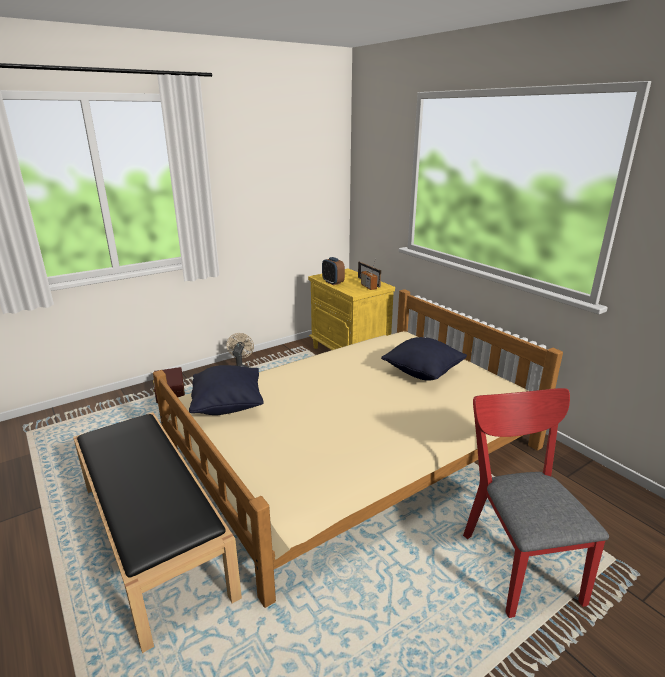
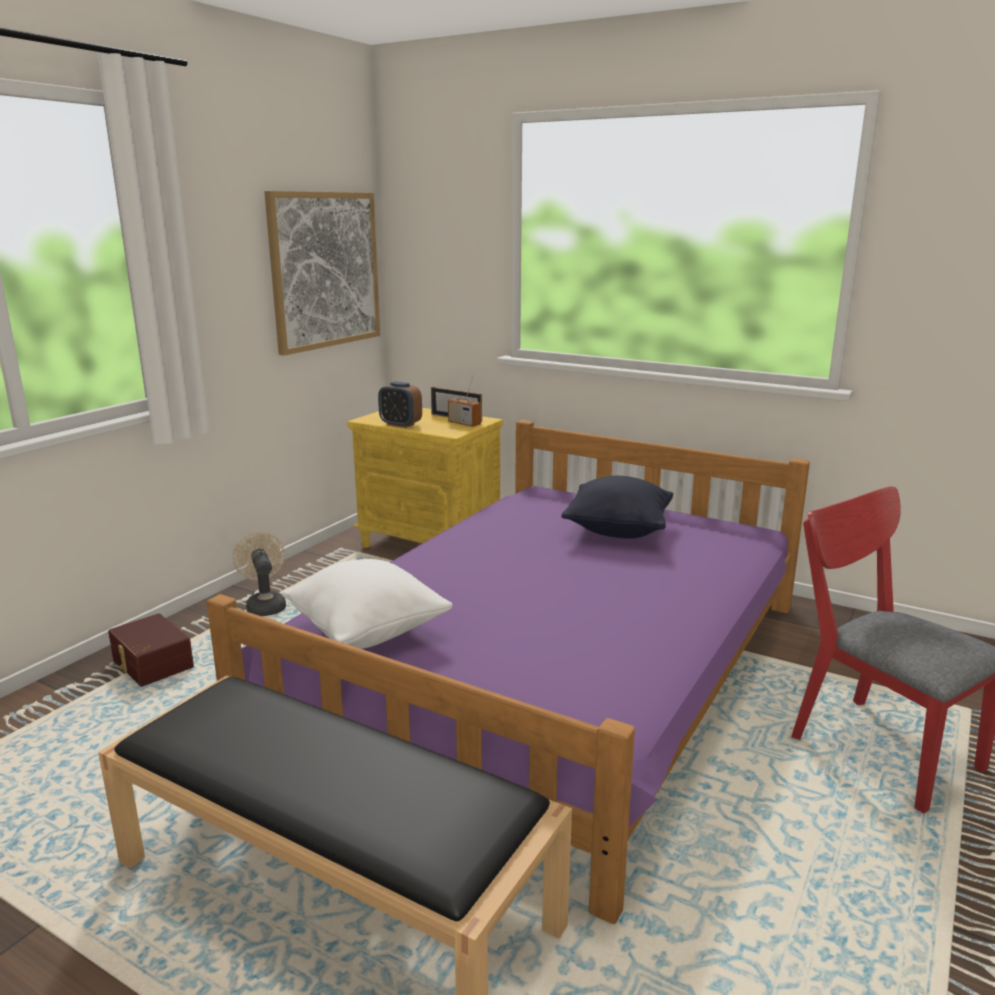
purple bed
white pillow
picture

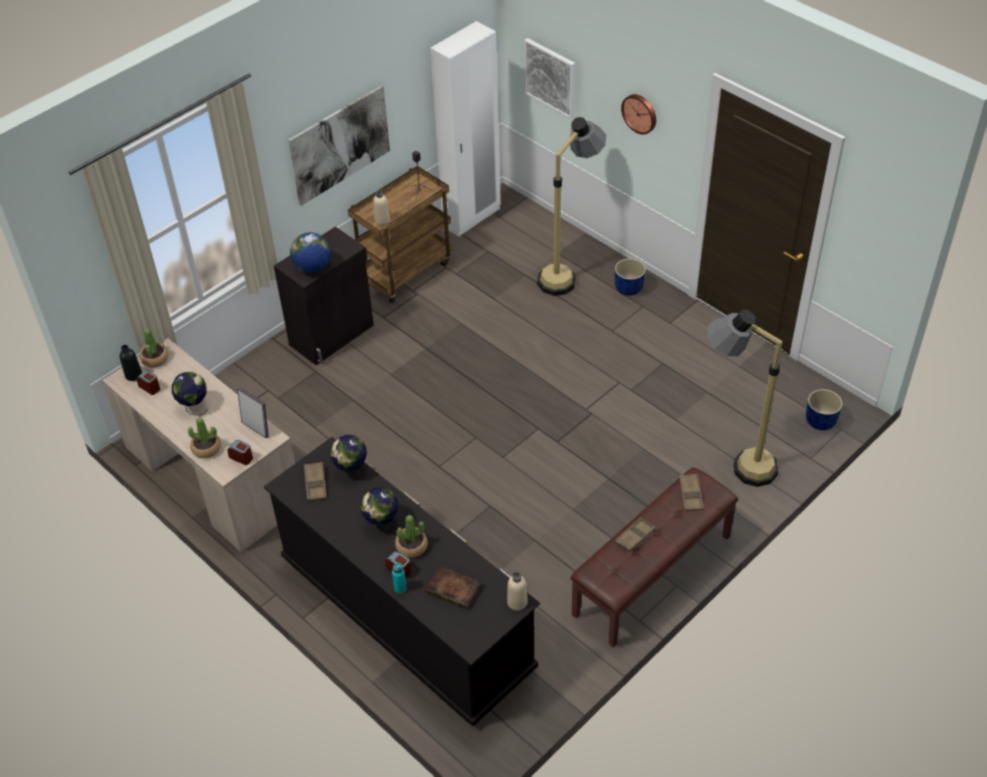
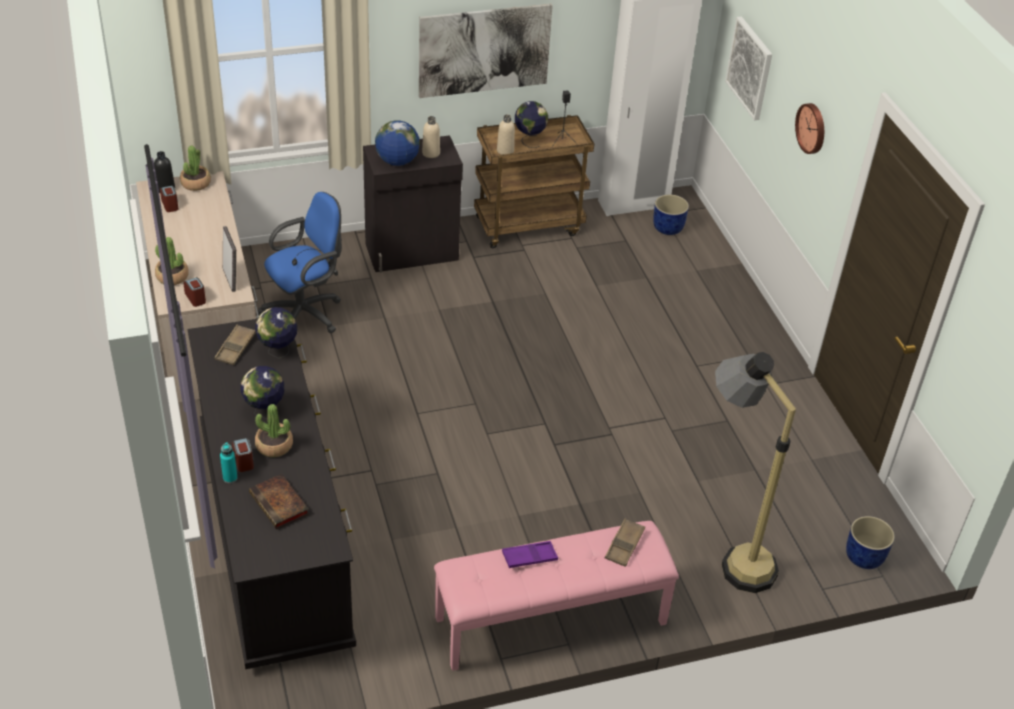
floor lamp (no. 1 from left in the first image)
blue planter (no. 1 from left)
globe (no. 4 from left)
pink bench
purple tray
beige bottle (no. 1 from left)
blue office chair

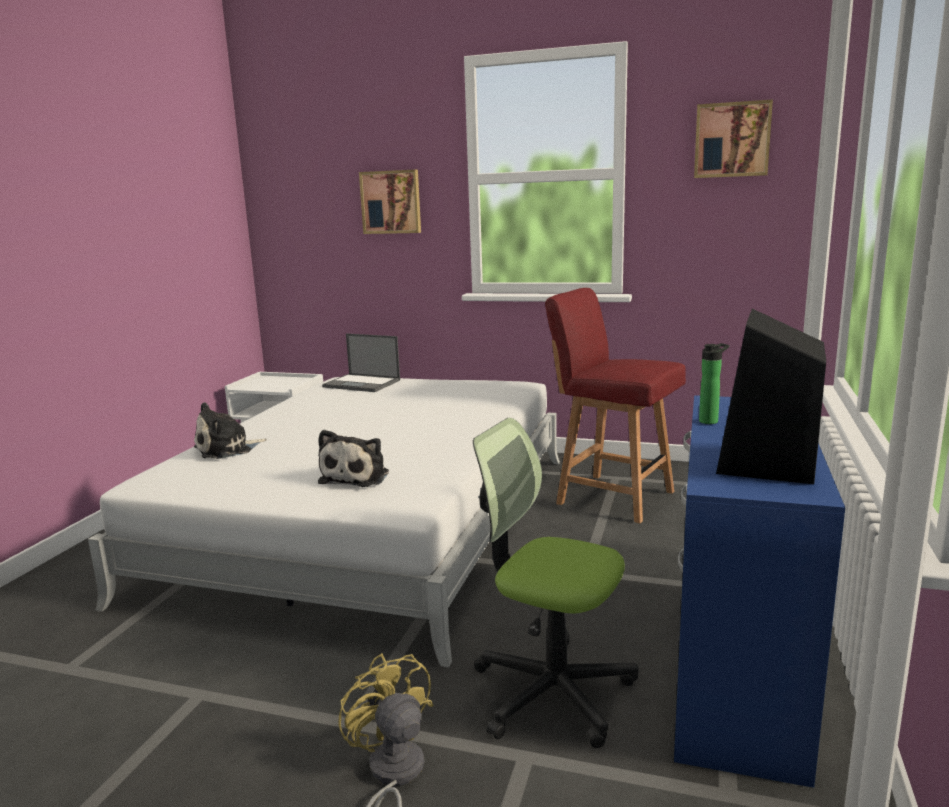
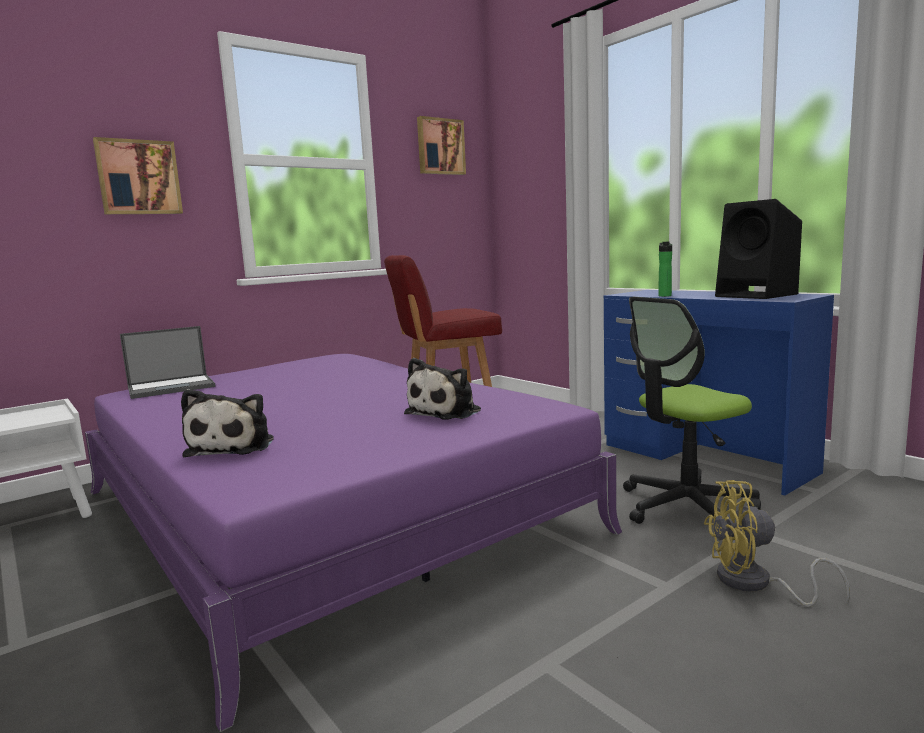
purple bed
plush toy (no. 2 from left)

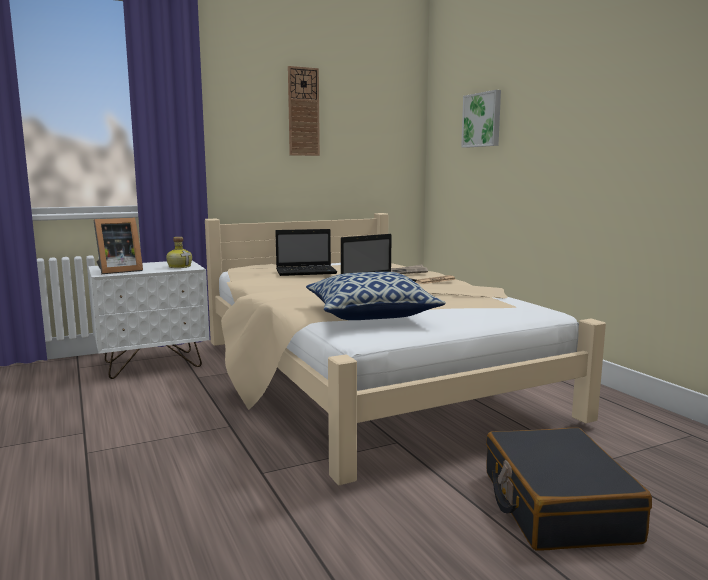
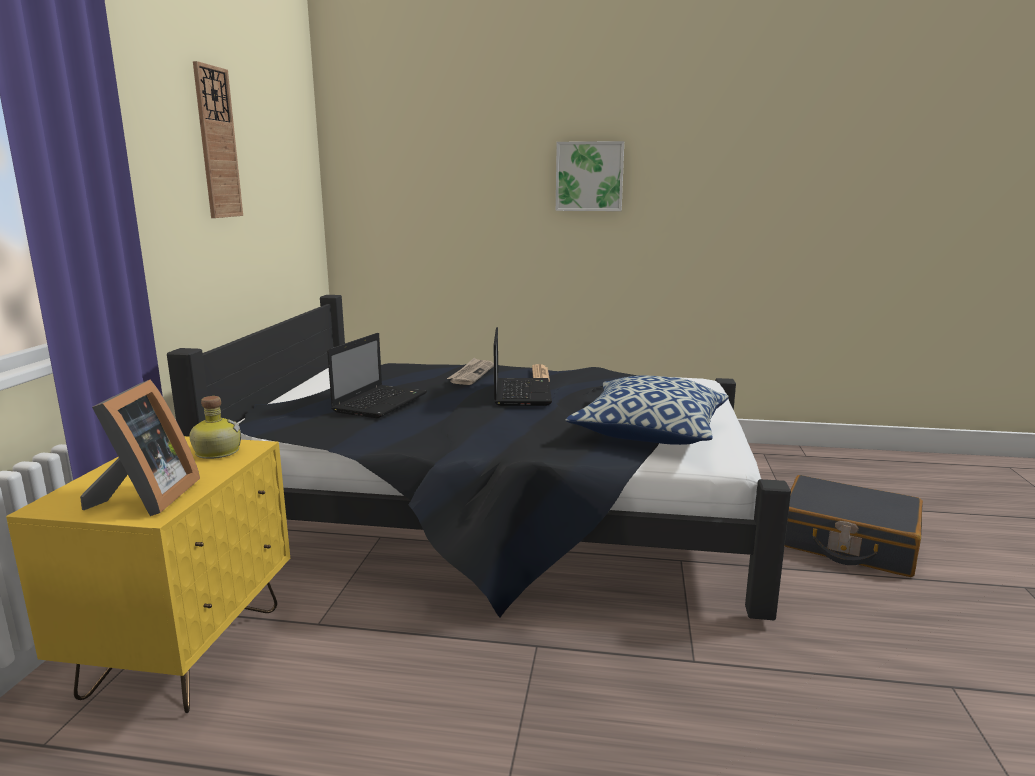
picture
black bed
yellow nightstand

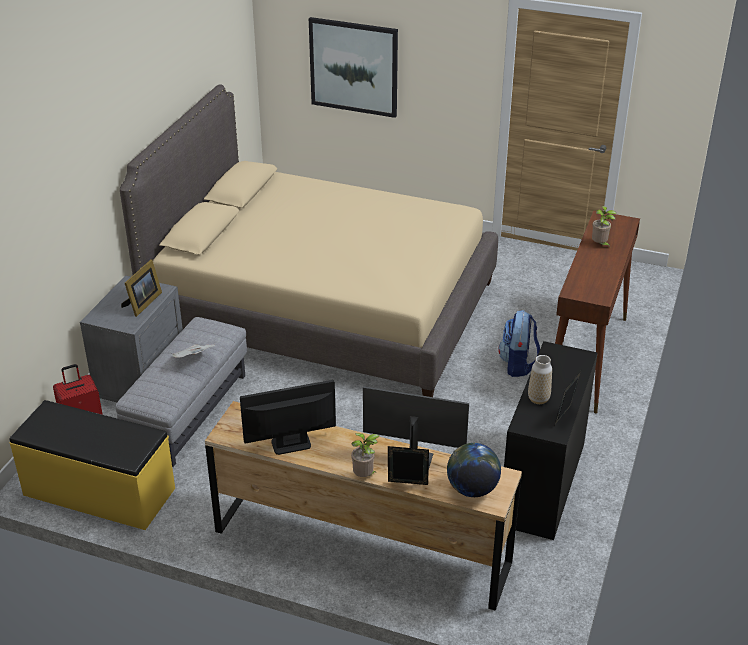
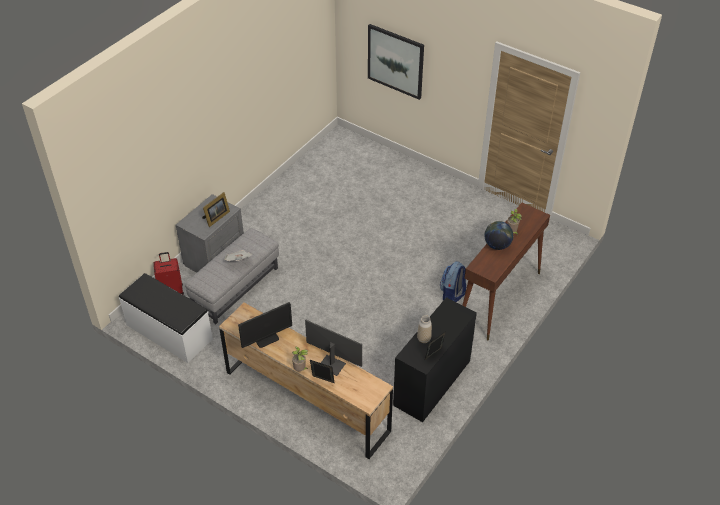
beige bed
monitor (no. 1 from left)
white bench
globe

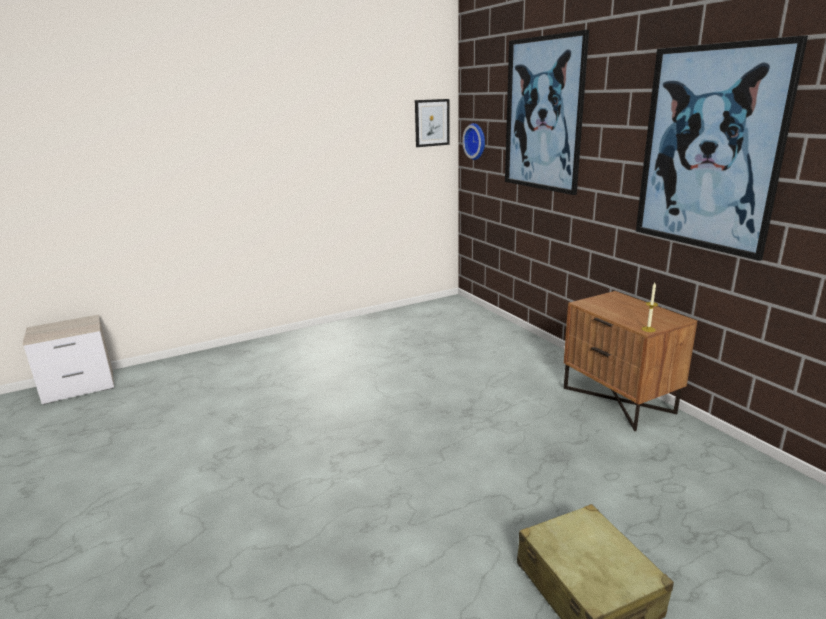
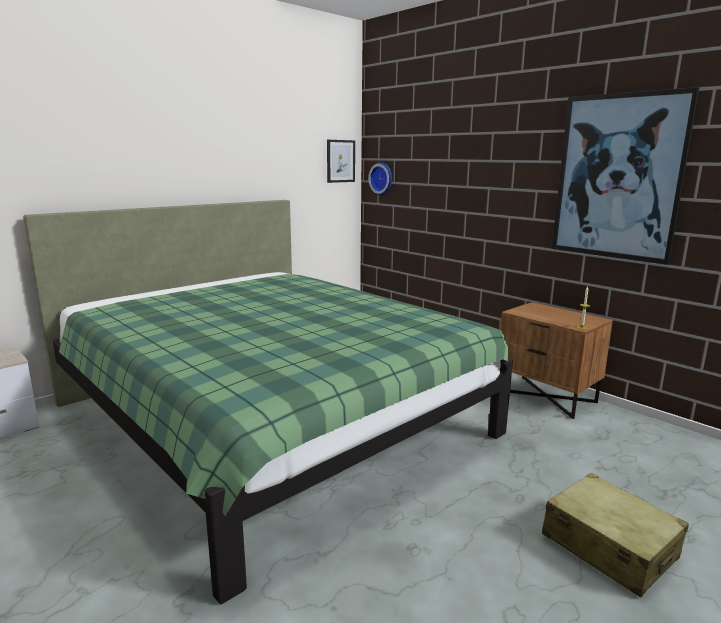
picture (no. 2 from left in the first image)
green bed

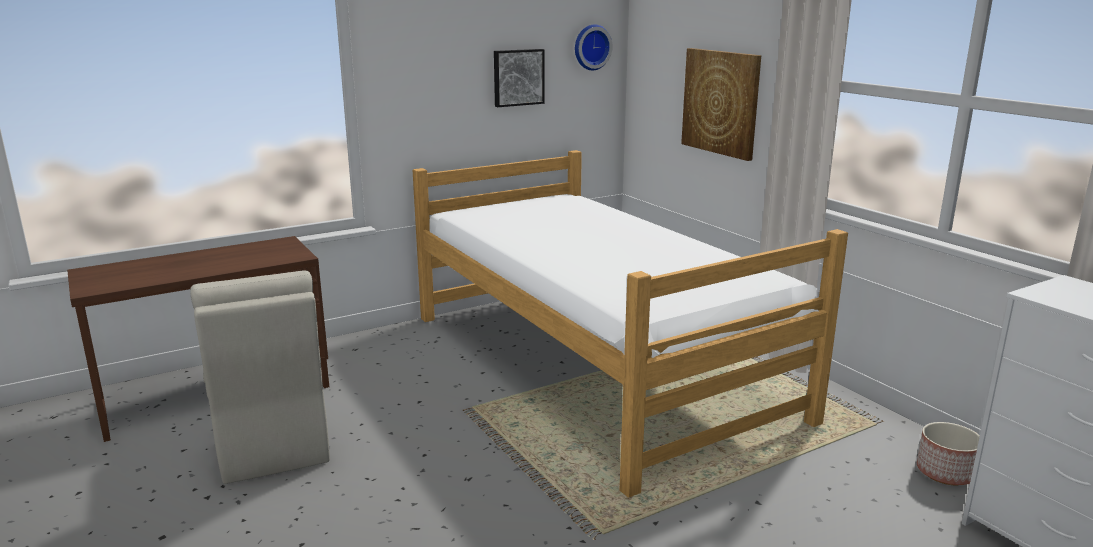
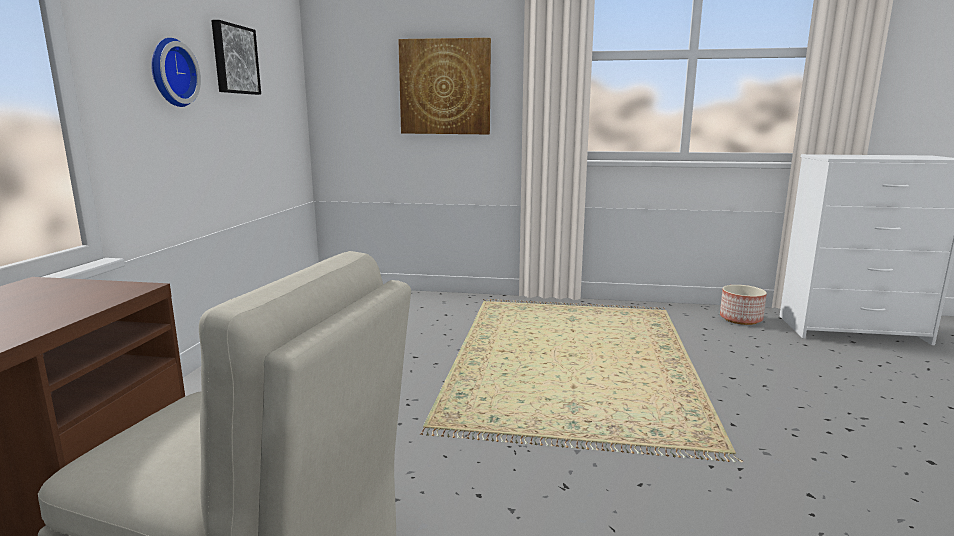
wall clock
bed

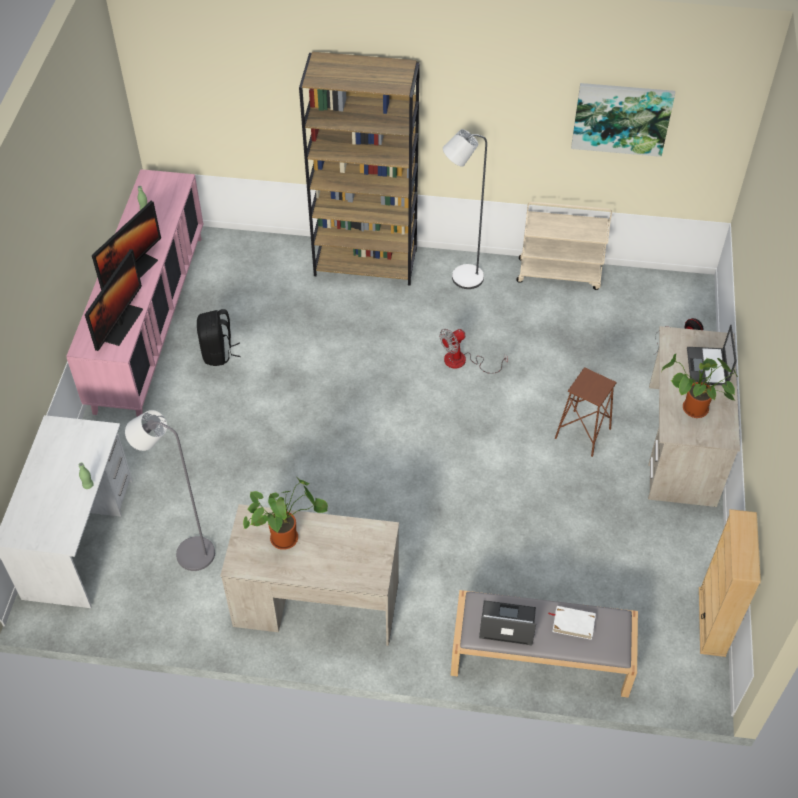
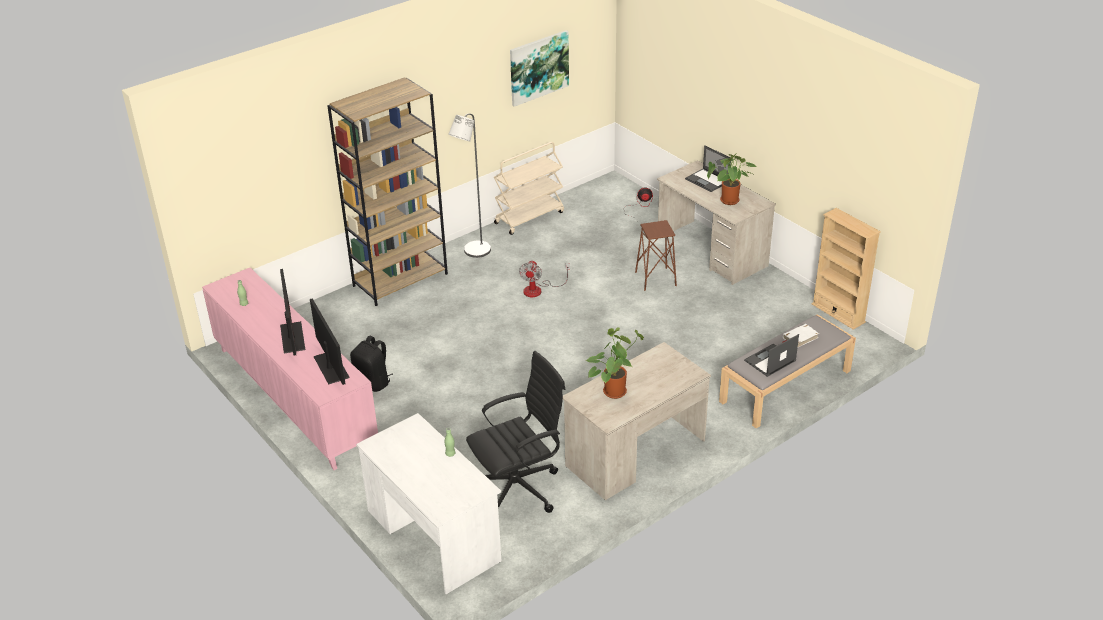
black office chair

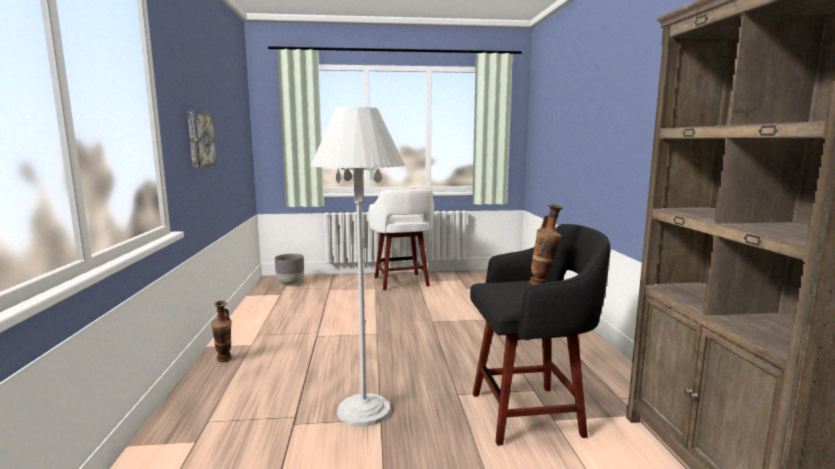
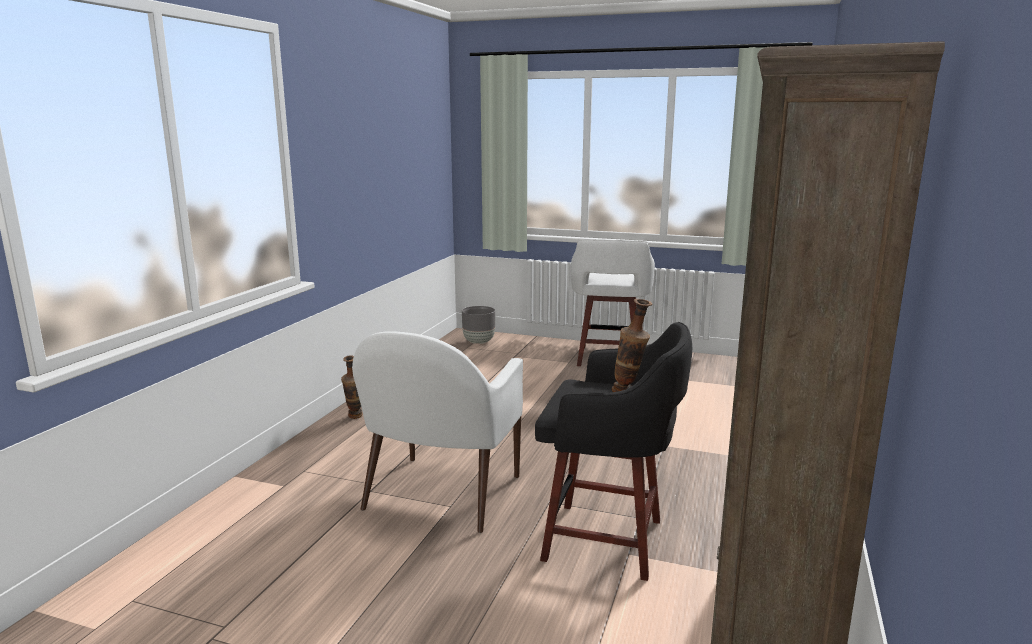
white armchair
picture

